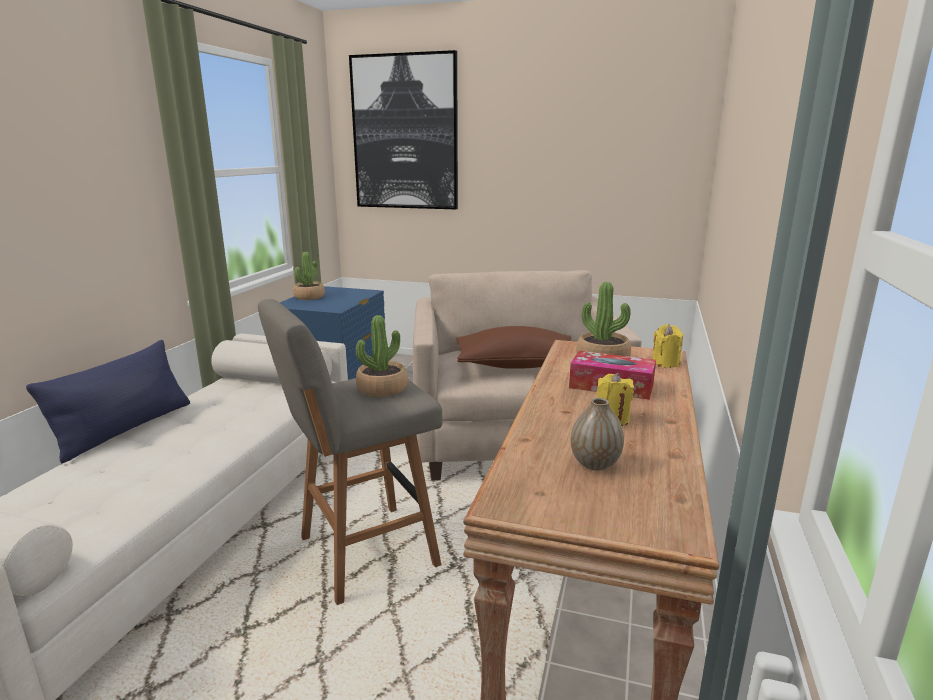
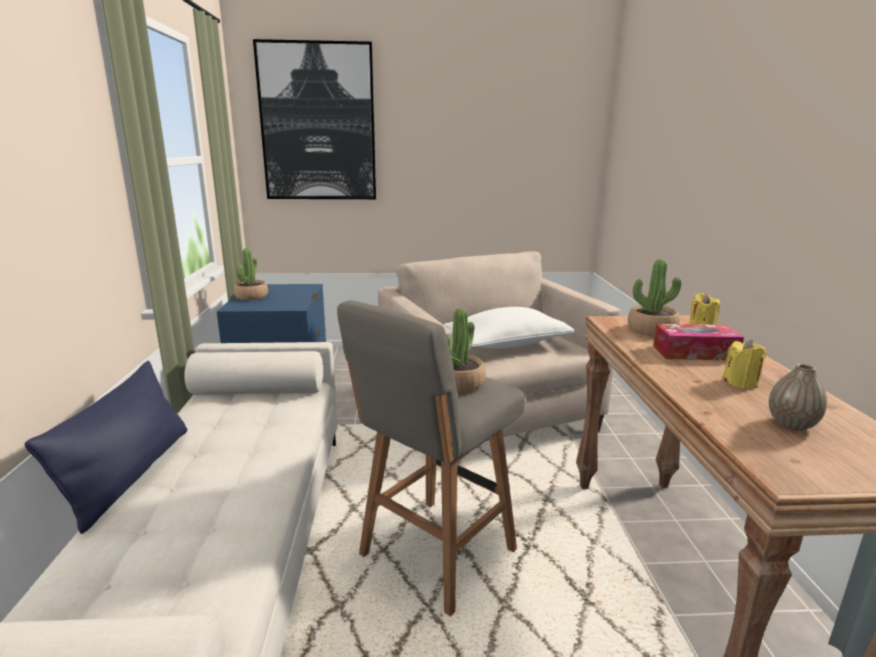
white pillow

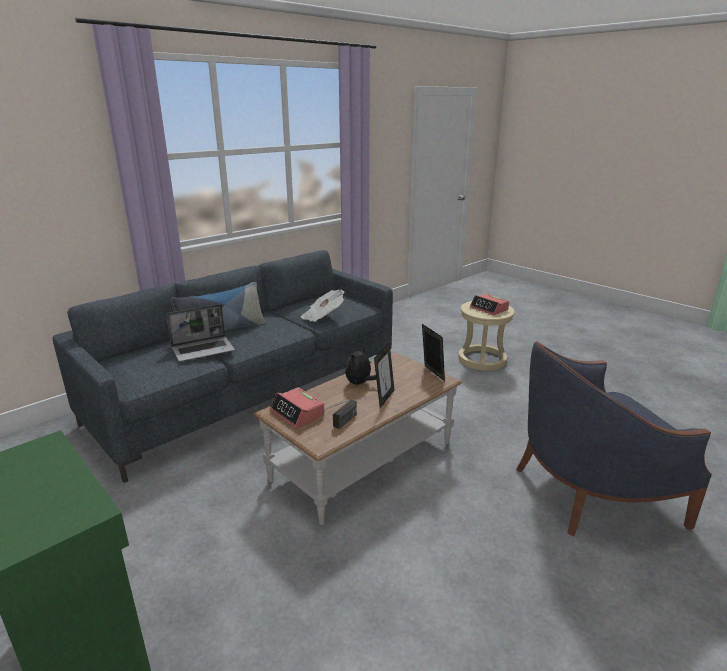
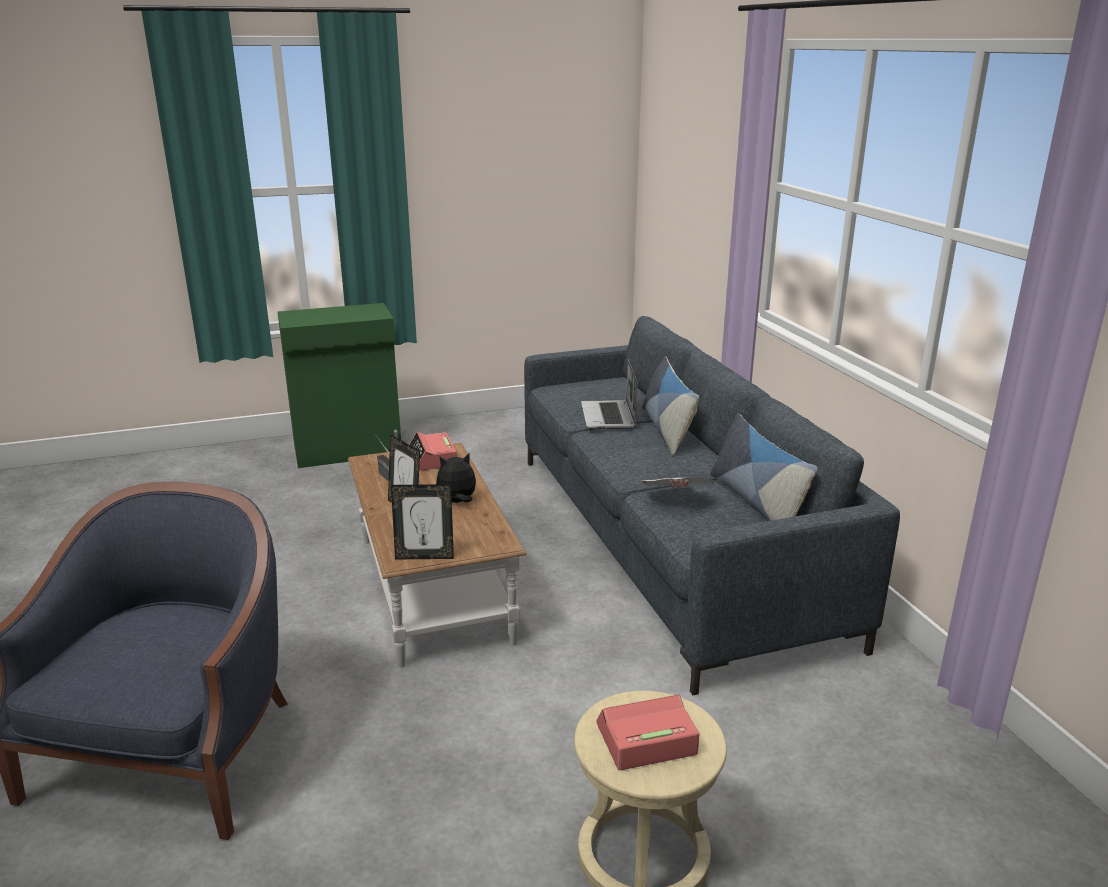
plush toy
alarm clock (no. 1 from left)
pillow (no. 2 from left)

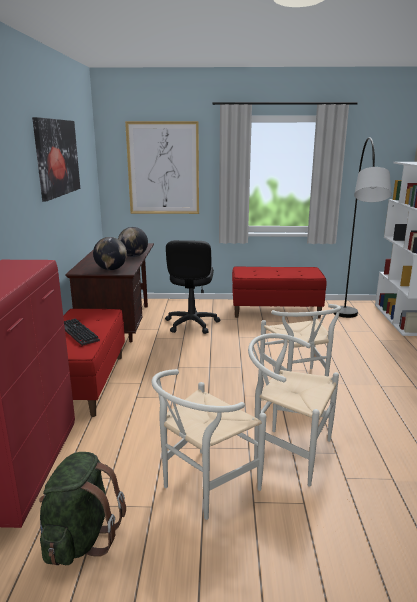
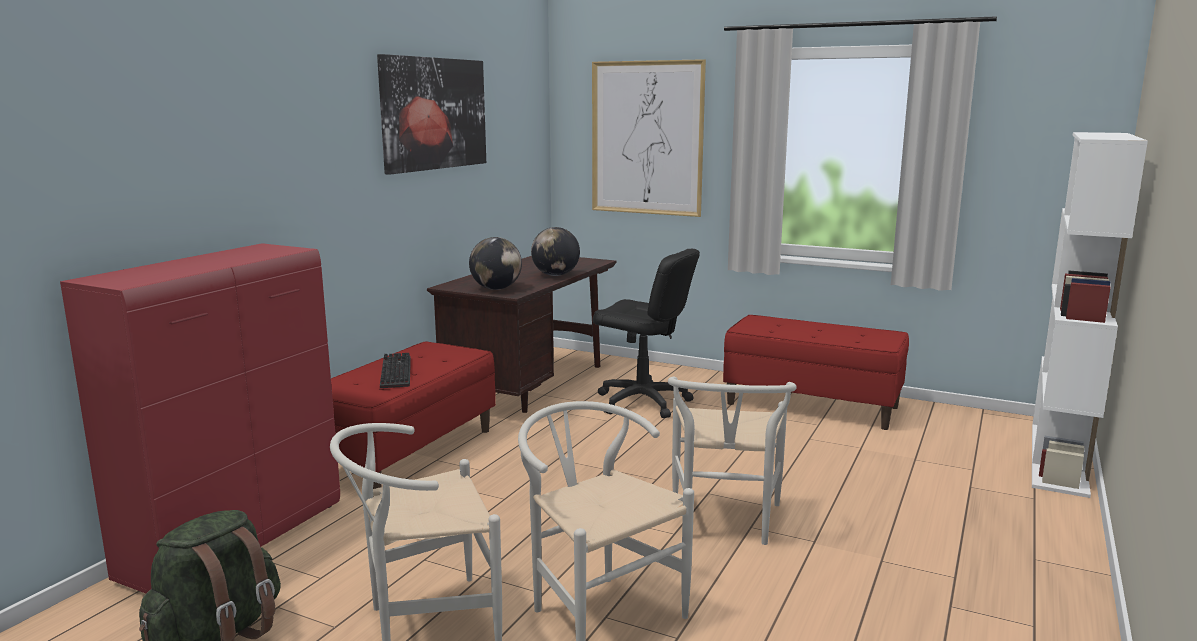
grey floor lamp
black office chair

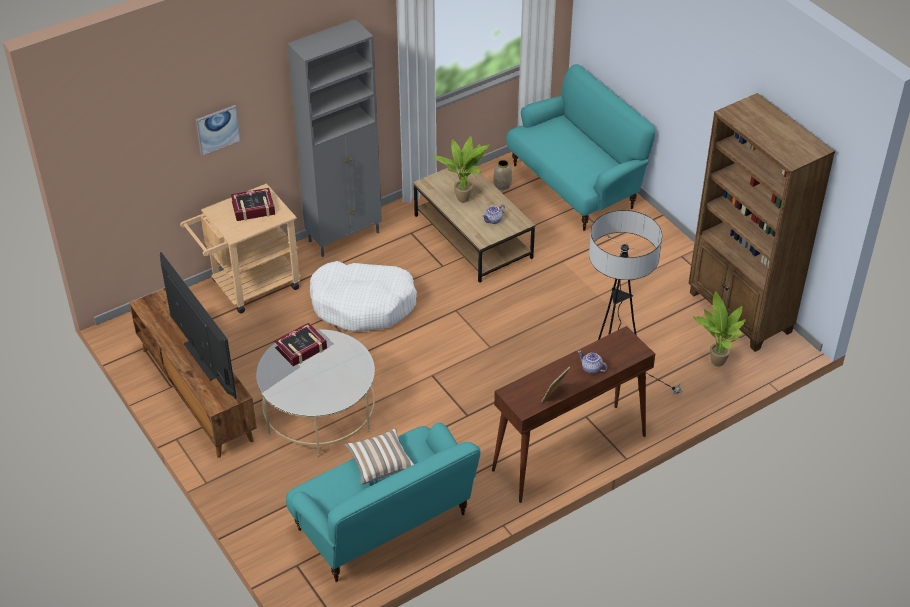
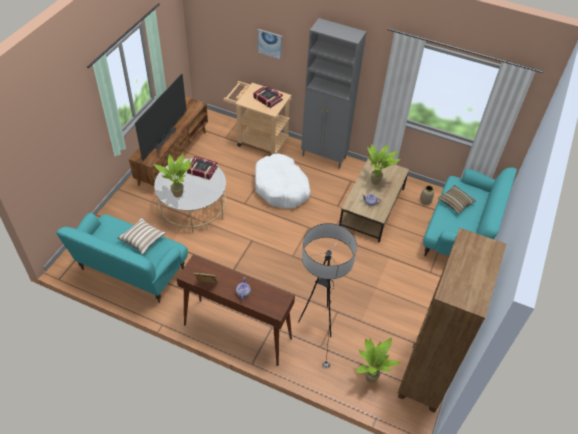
potted plant (no. 1 from left)
pillow (no. 2 from left)

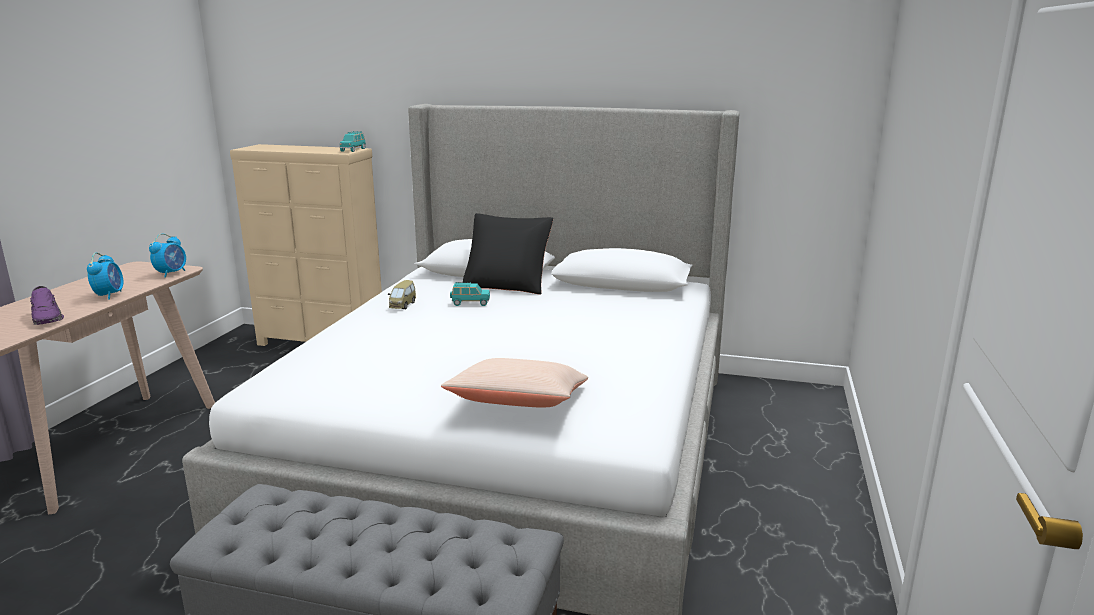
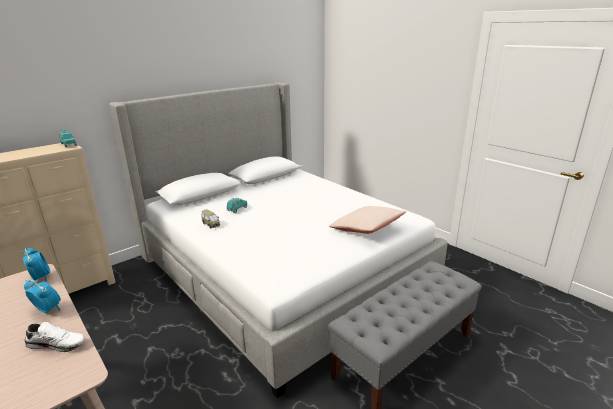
black pillow
white shoe

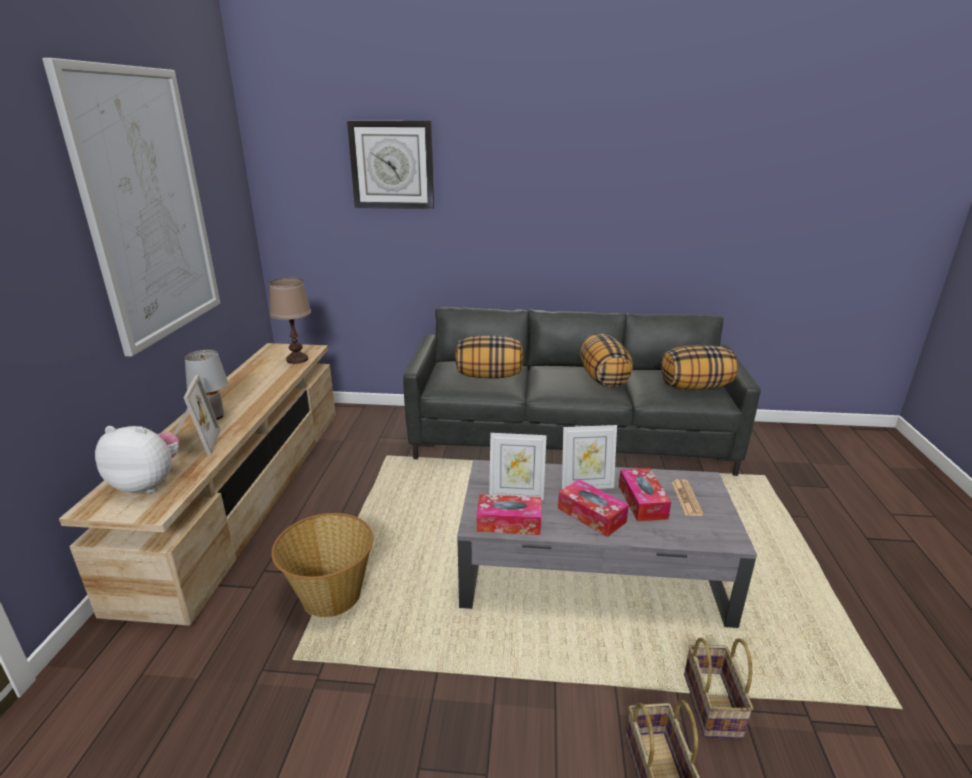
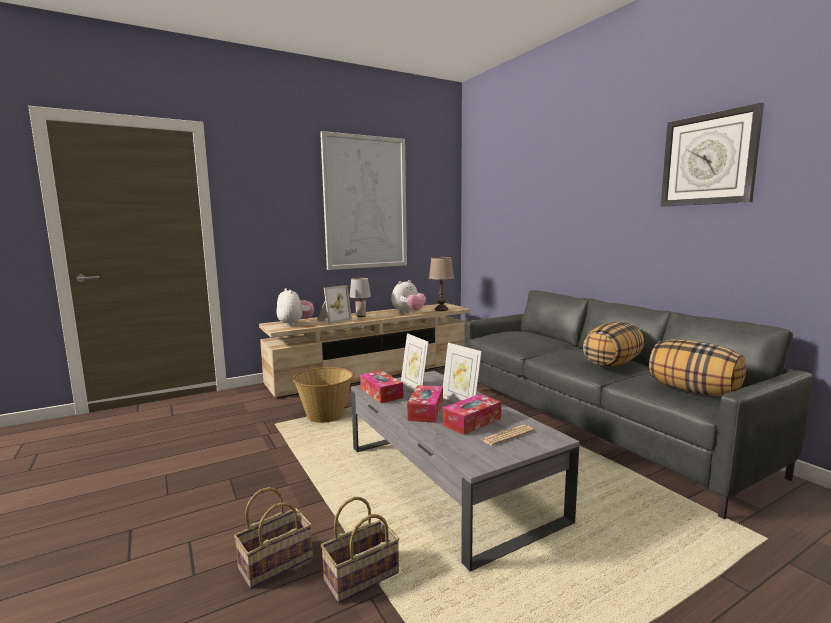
wall clock
pillow (no. 1 from left in the first image)
plush toy (no. 2 from left)

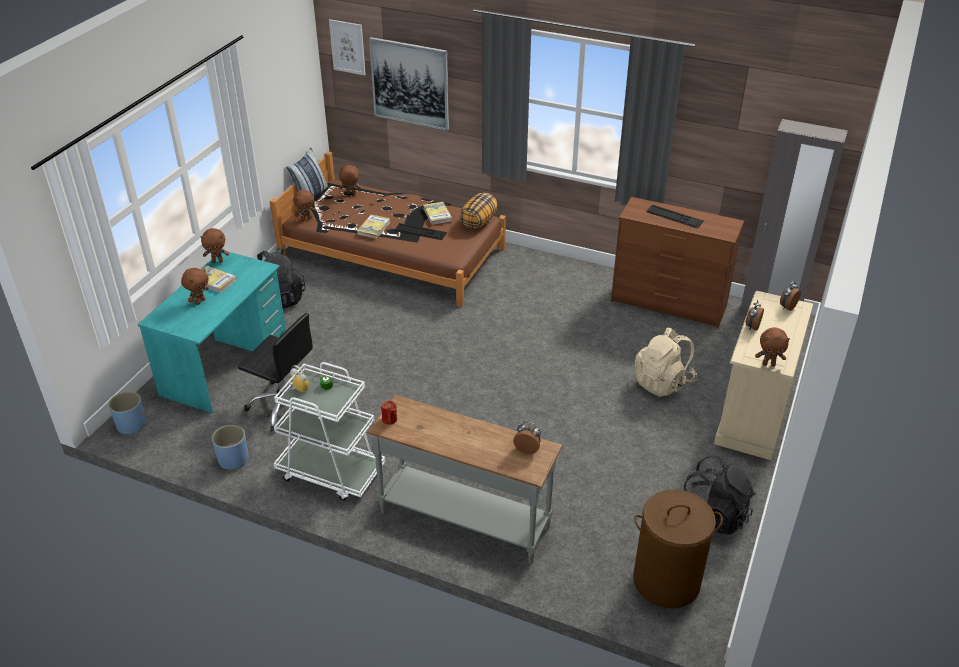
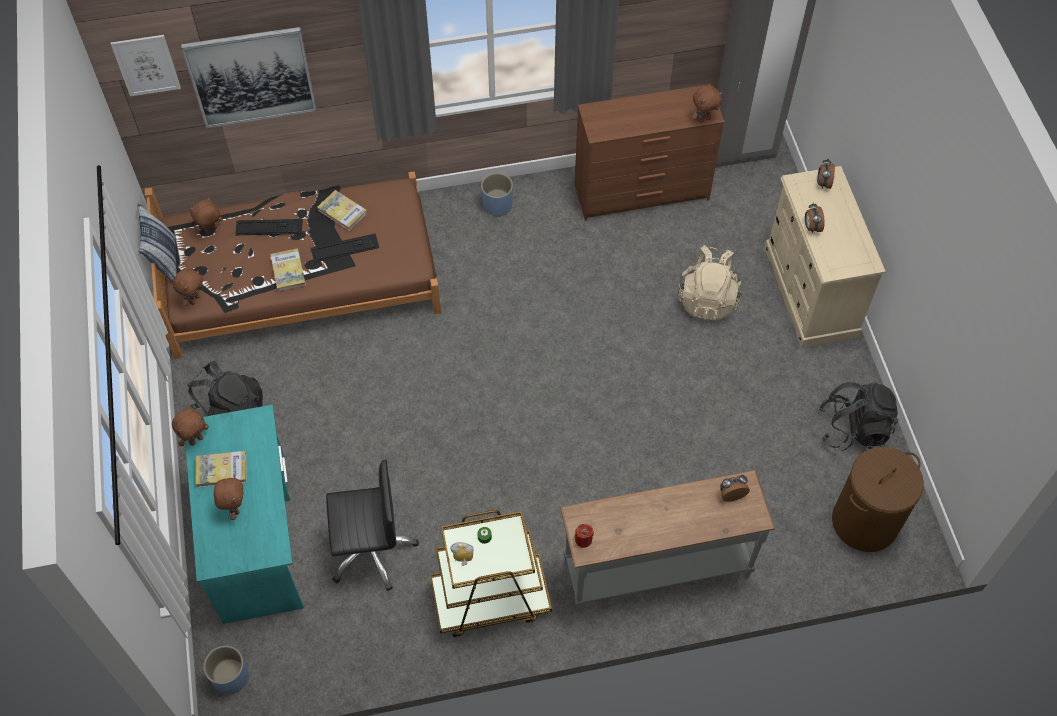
pillow (no. 2 from left in the first image)
keyboard (no. 1 from left)
brown plush toy (no. 5 from left)
brown cart
blue planter (no. 2 from left)

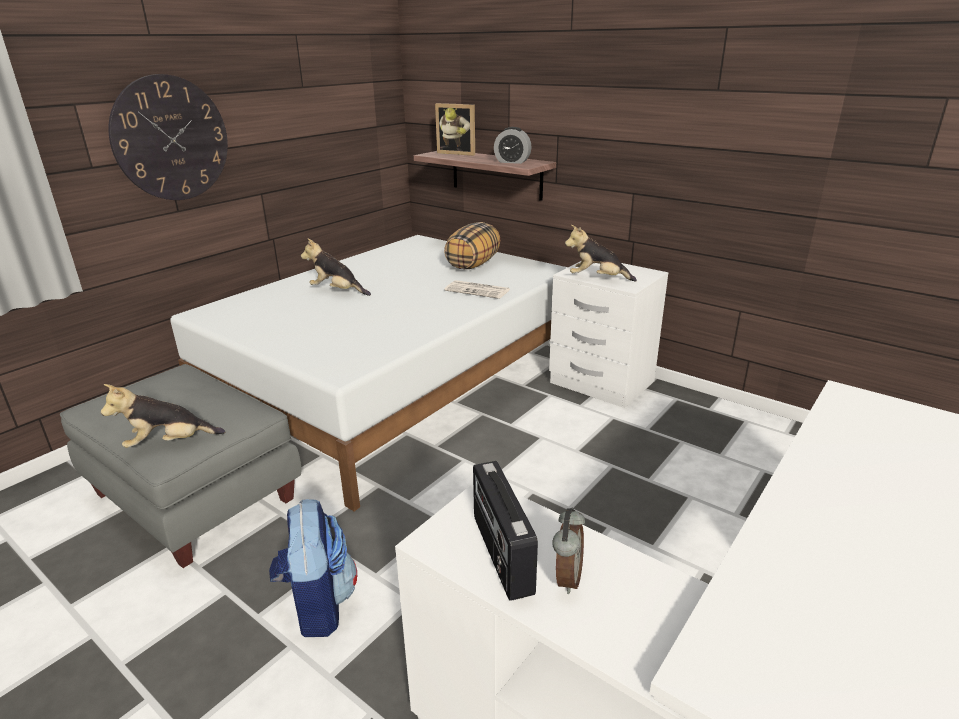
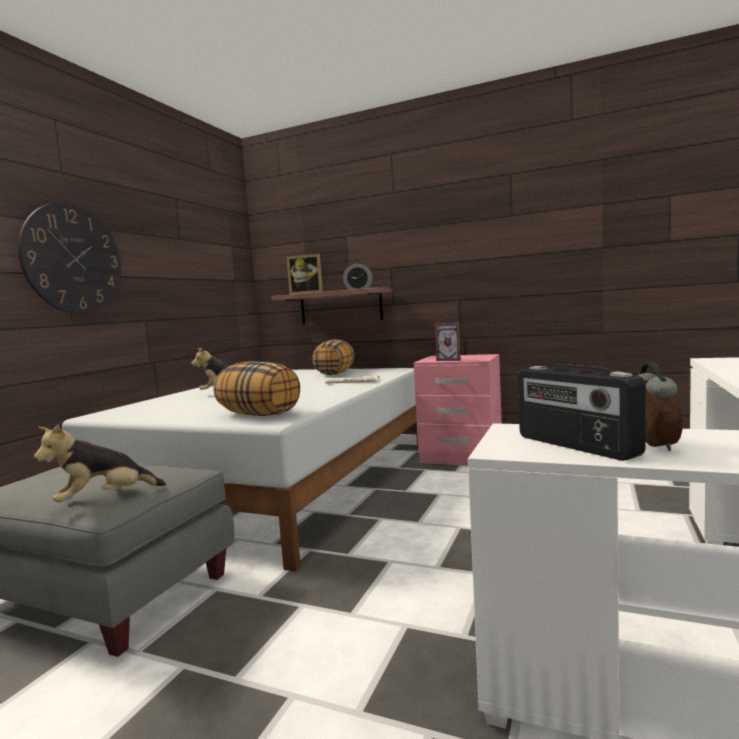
picture frame (no. 2 from left)
pink nightstand
backpack
pillow (no. 1 from left)

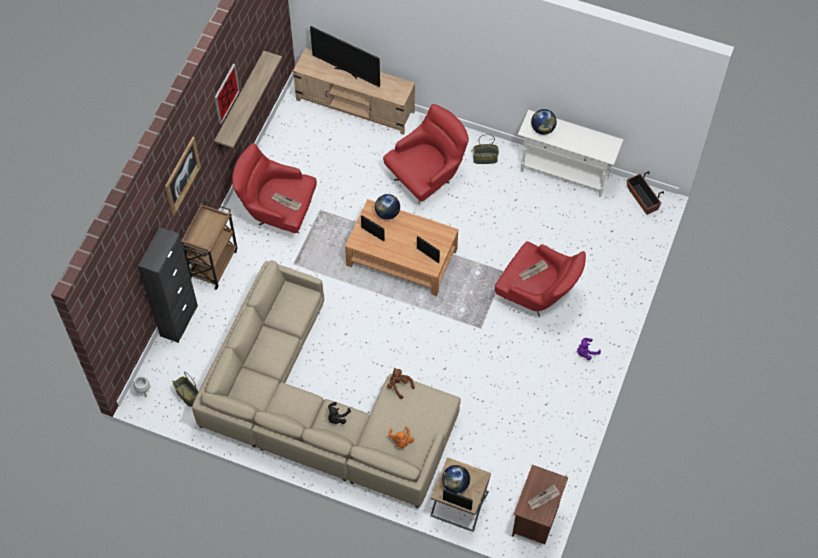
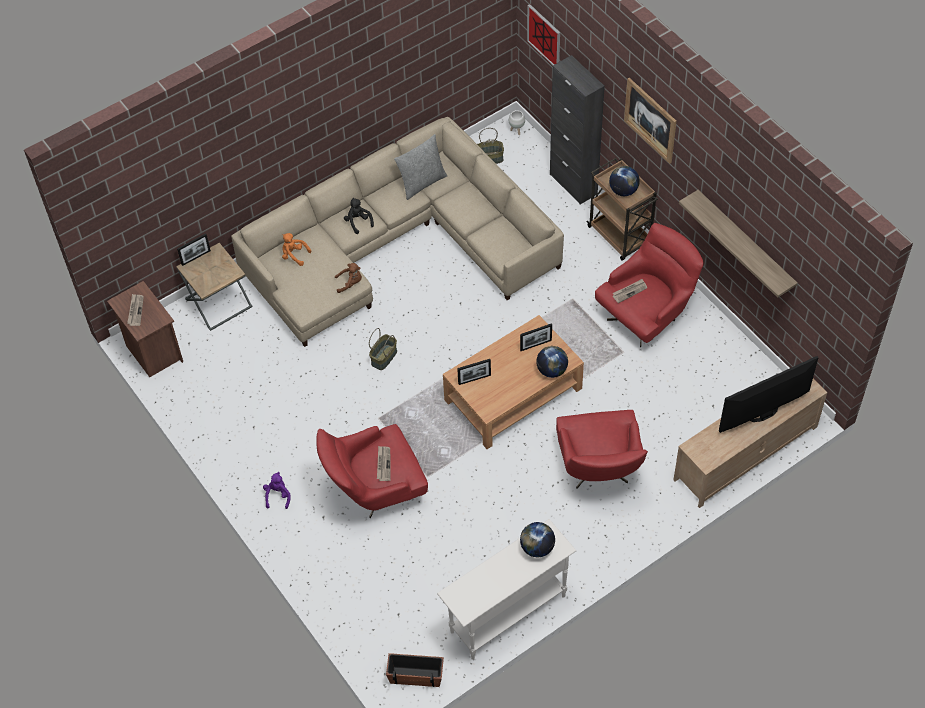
picture (no. 1 from left)
basket (no. 1 from left)
globe (no. 3 from left)
grey pillow

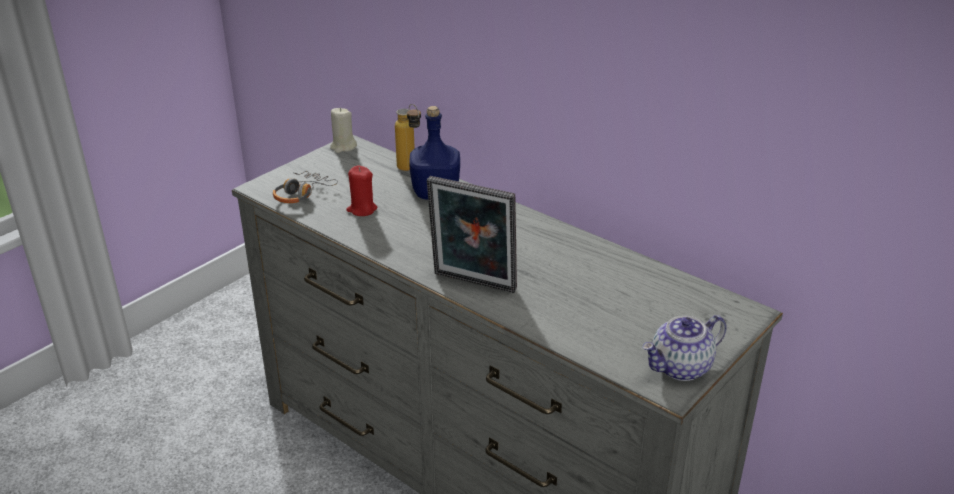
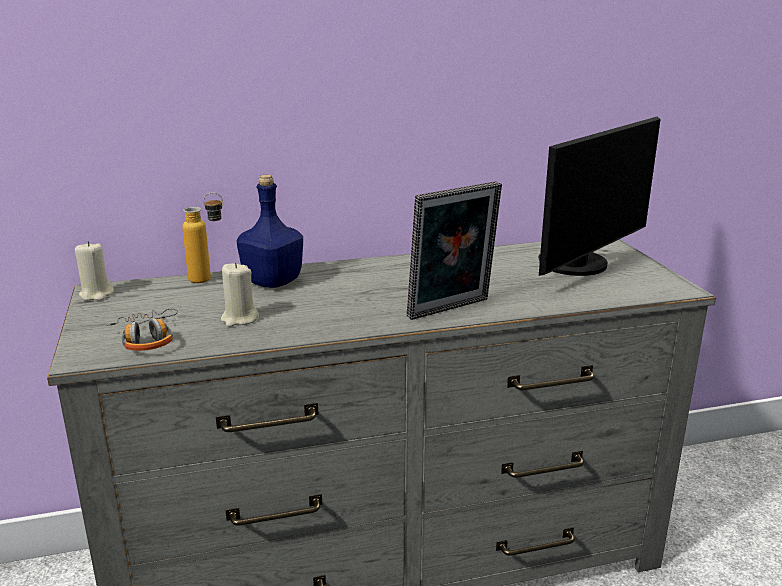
beige candle (no. 2 from left)
teapot
monitor

